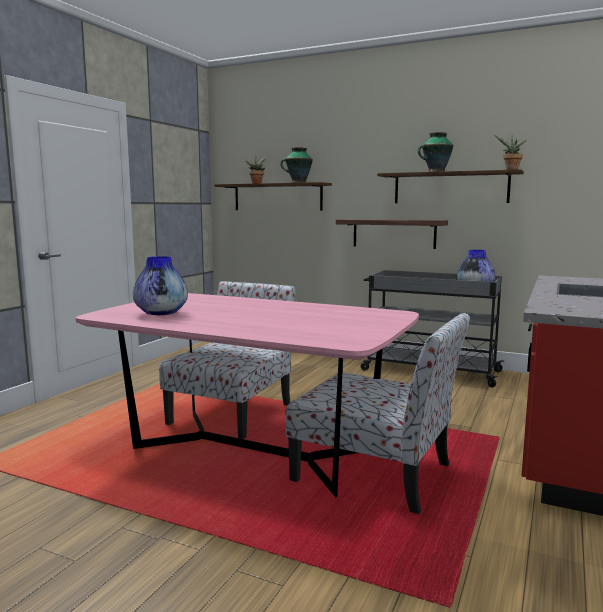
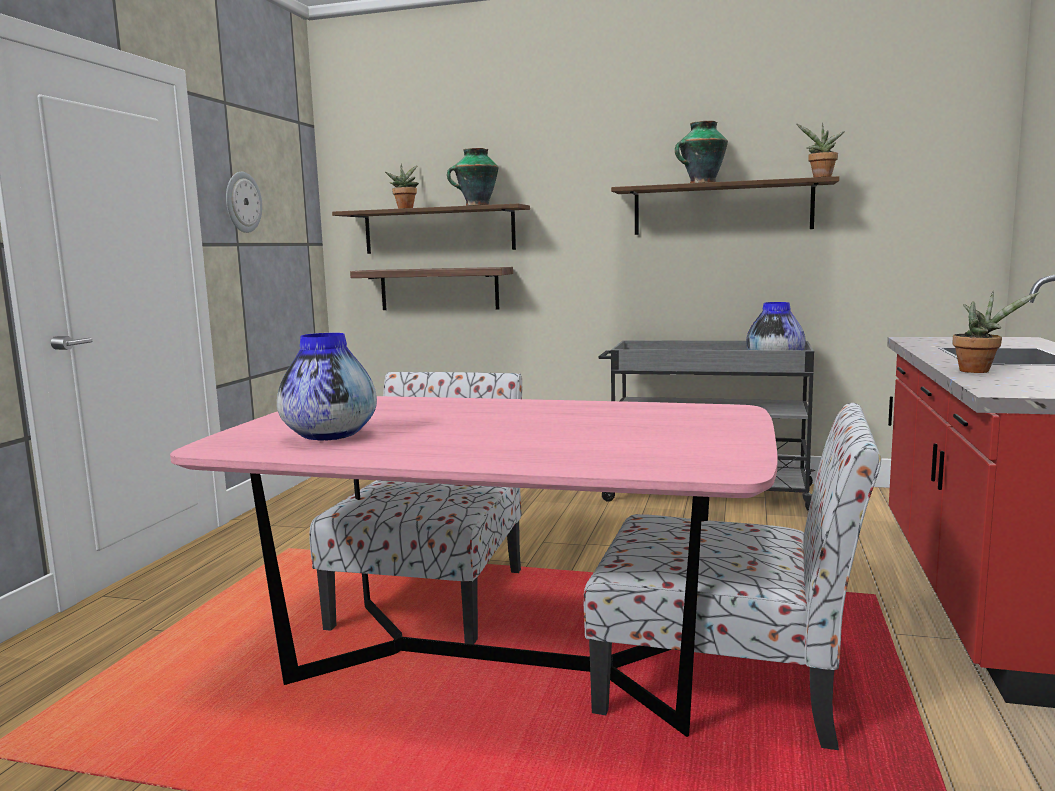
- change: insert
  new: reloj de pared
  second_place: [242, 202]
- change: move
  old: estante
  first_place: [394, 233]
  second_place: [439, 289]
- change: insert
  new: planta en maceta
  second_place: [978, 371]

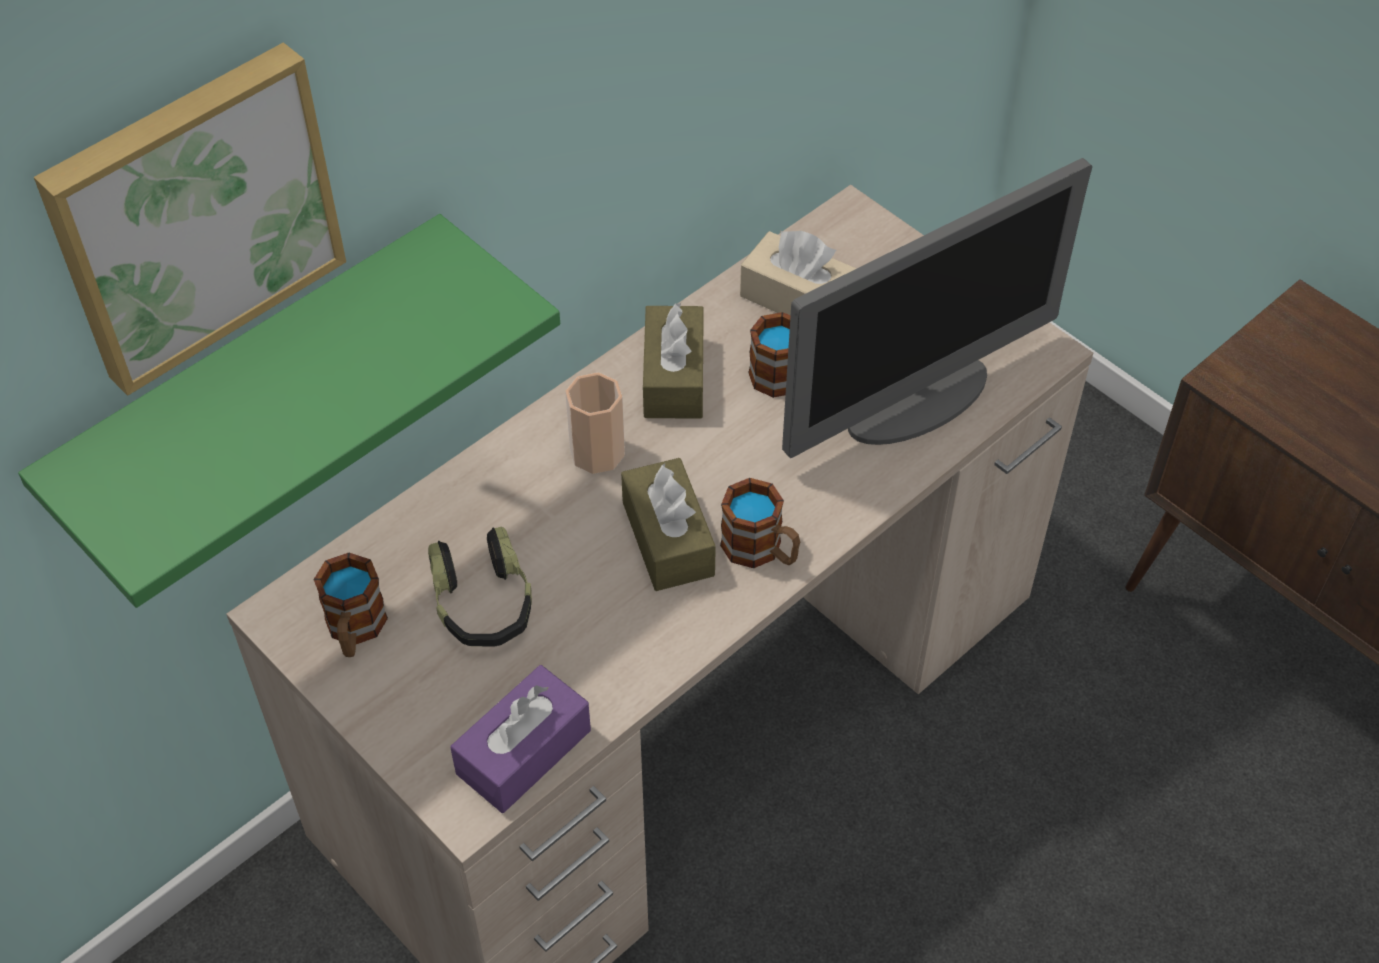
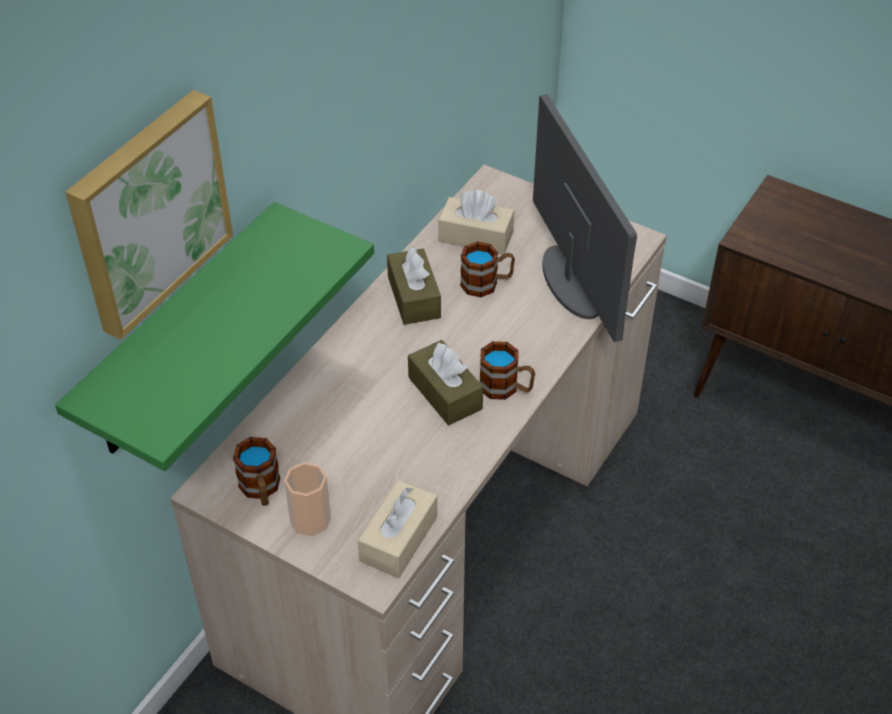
- change: move
  old: taza
  first_place: [597, 452]
  second_place: [310, 520]
- change: recolor
  old: caja de pañuelos (morado)
  new: caja de pañuelos (beis)
  first_place: [523, 752]
  second_place: [399, 538]
- change: rotate
  old: monitor
  first_place: [918, 401]
  second_place: [571, 282]
  degrees: -60
- change: delete
  old: auriculares
  first_place: [483, 604]

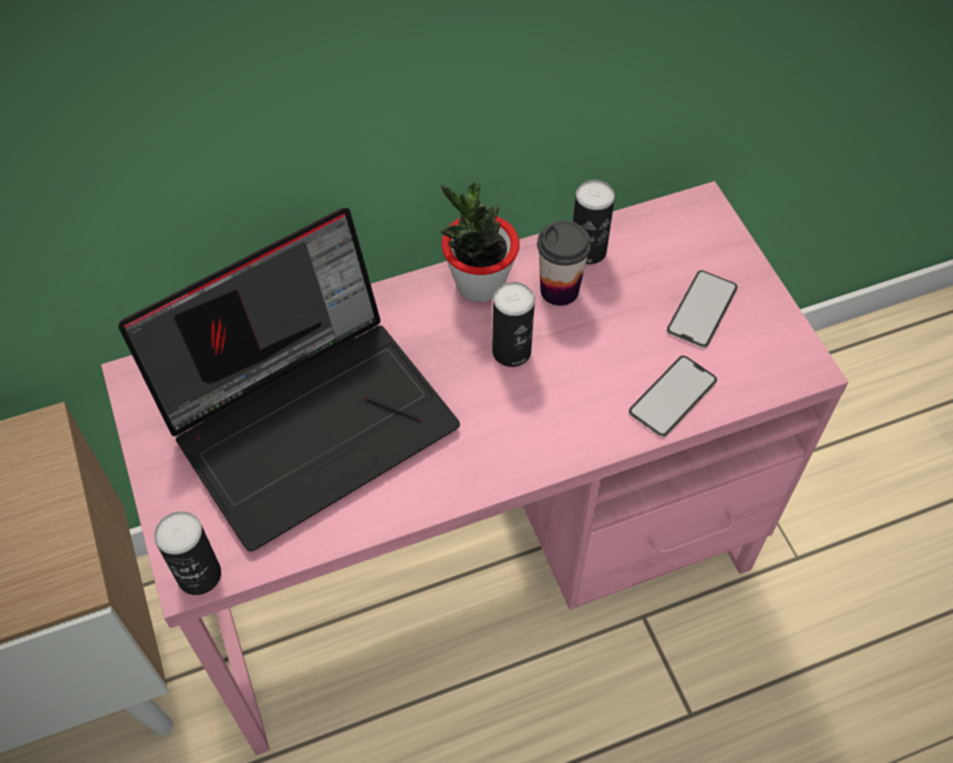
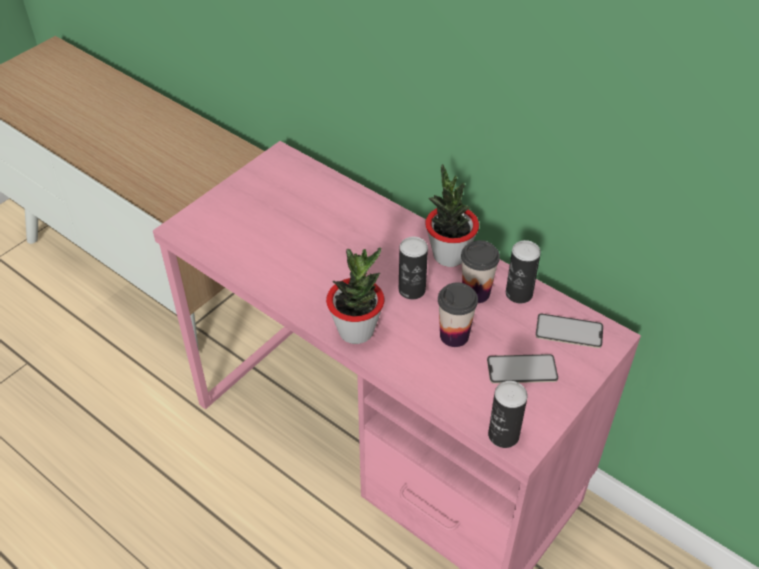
- change: insert
  new: planta en maceta
  second_place: [356, 330]
- change: insert
  new: taza
  second_place: [454, 336]
- change: move
  old: lata
  first_place: [199, 575]
  second_place: [503, 435]
- change: move
  old: móvil
  first_place: [673, 396]
  second_place: [569, 331]
- change: delete
  old: portátil
  first_place: [310, 416]

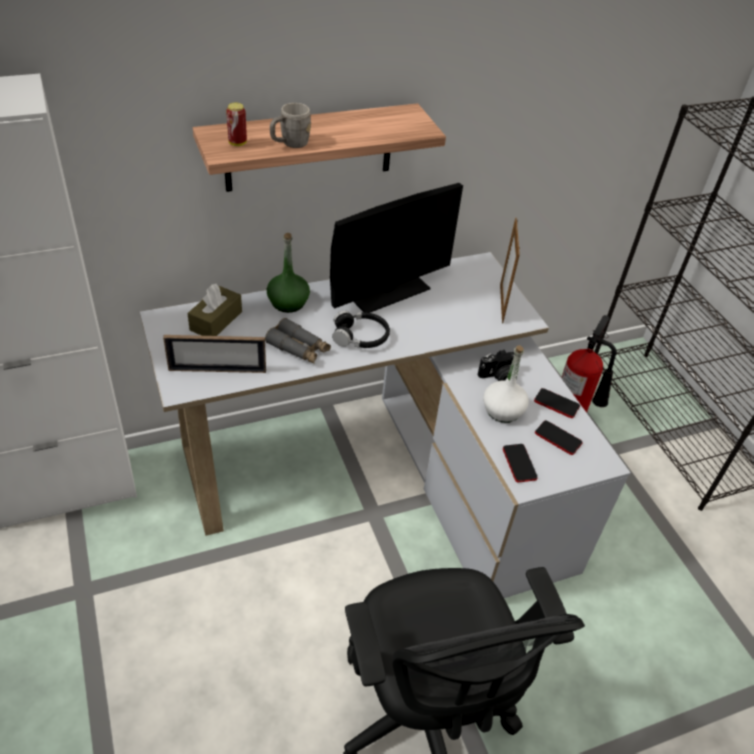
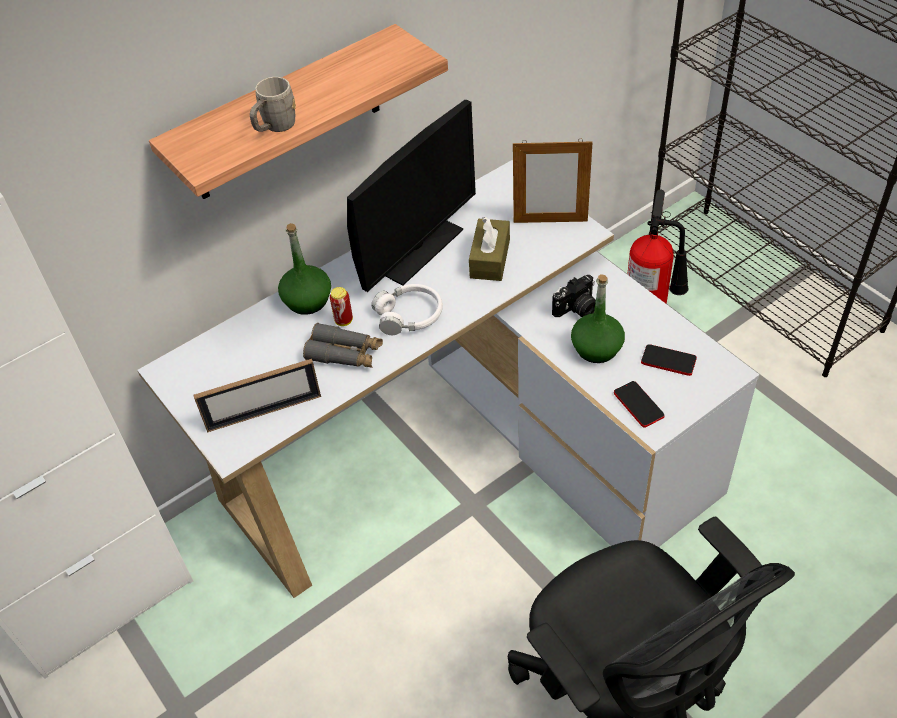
- change: move
  old: lata
  first_place: [237, 143]
  second_place: [343, 320]
- change: recolor
  old: auriculares (negro)
  new: auriculares (blanco)
  first_place: [360, 337]
  second_place: [409, 316]
- change: move
  old: caja de pañuelos (marrón)
  first_place: [216, 321]
  second_place: [490, 259]
- change: rotate
  old: portarretratos
  first_place: [501, 303]
  second_place: [550, 221]
  degrees: -75
- change: recolor
  old: botella (blanco)
  new: botella (verde)
  first_place: [503, 410]
  second_place: [597, 348]
- change: delete
  old: móvil
  first_place: [556, 404]

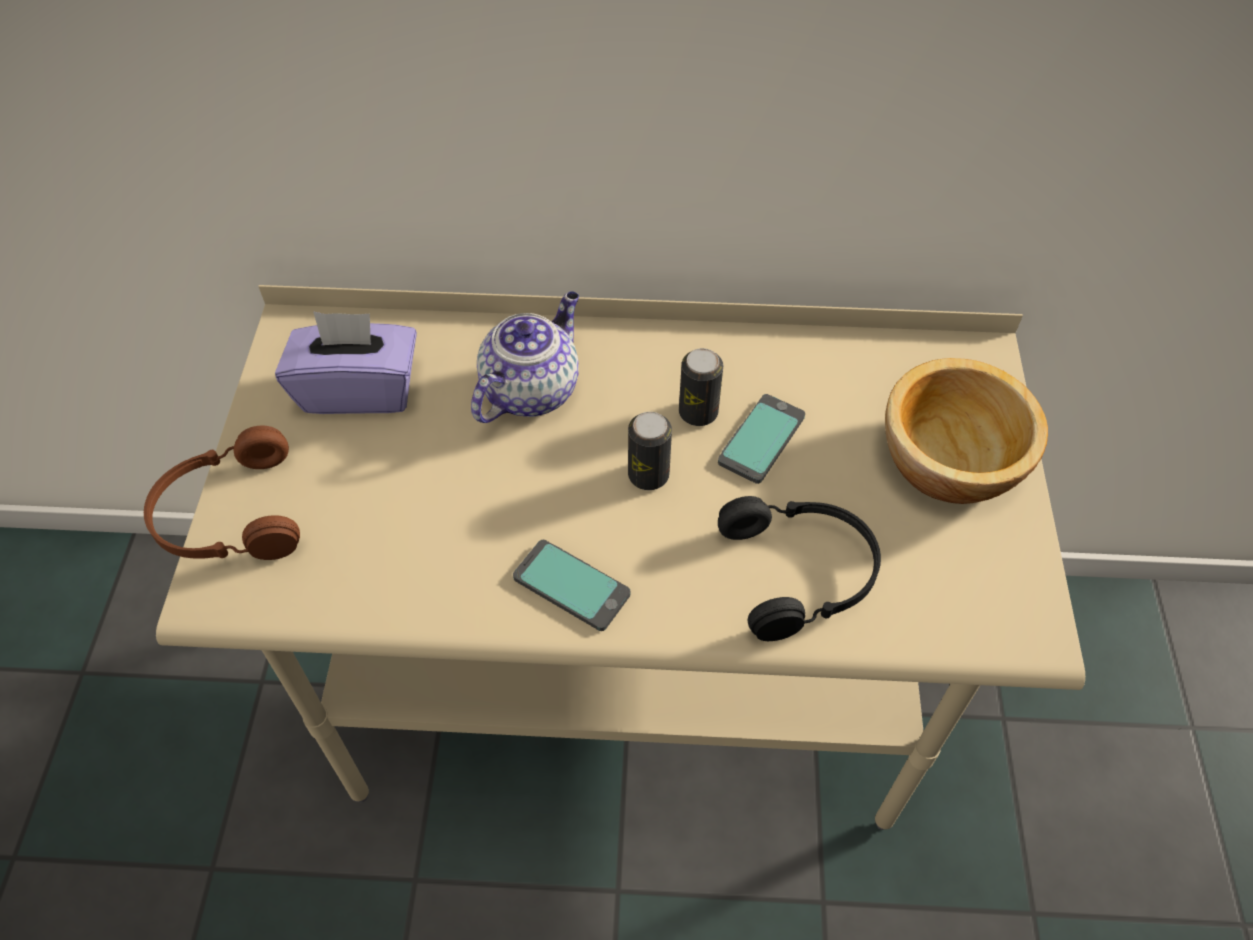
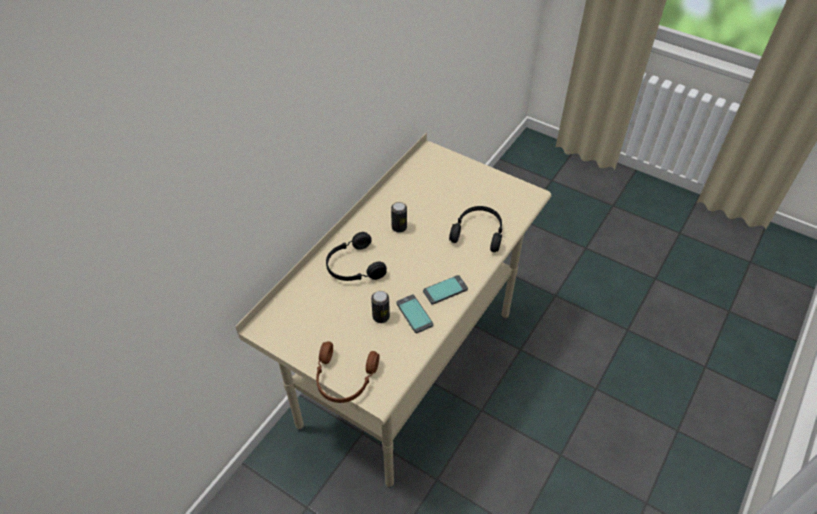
- change: replace
  old: tetera
  new: auriculares (negro)
  first_place: [531, 389]
  second_place: [353, 267]
- change: move
  old: lata
  first_place: [648, 475]
  second_place: [381, 317]
- change: move
  old: móvil
  first_place: [761, 439]
  second_place: [414, 314]
- change: delete
  old: caja de pañuelos (morado)
  first_place: [359, 389]
- change: delete
  old: cuenco
  first_place: [952, 462]

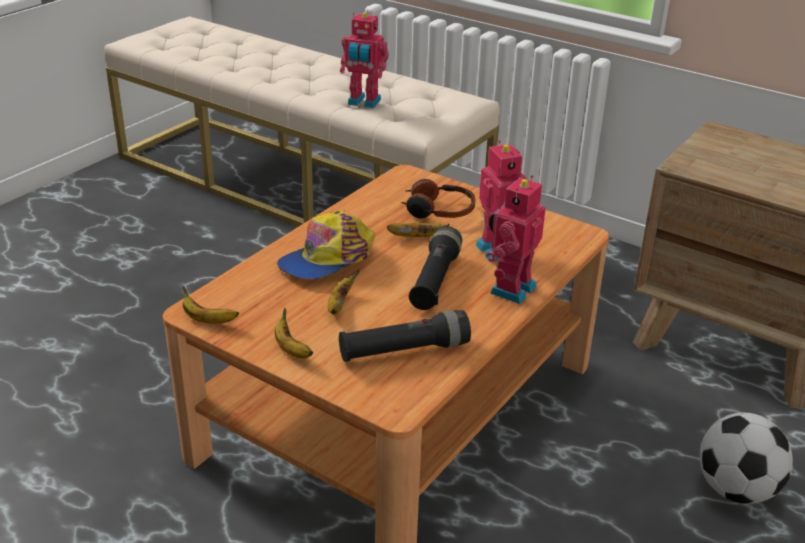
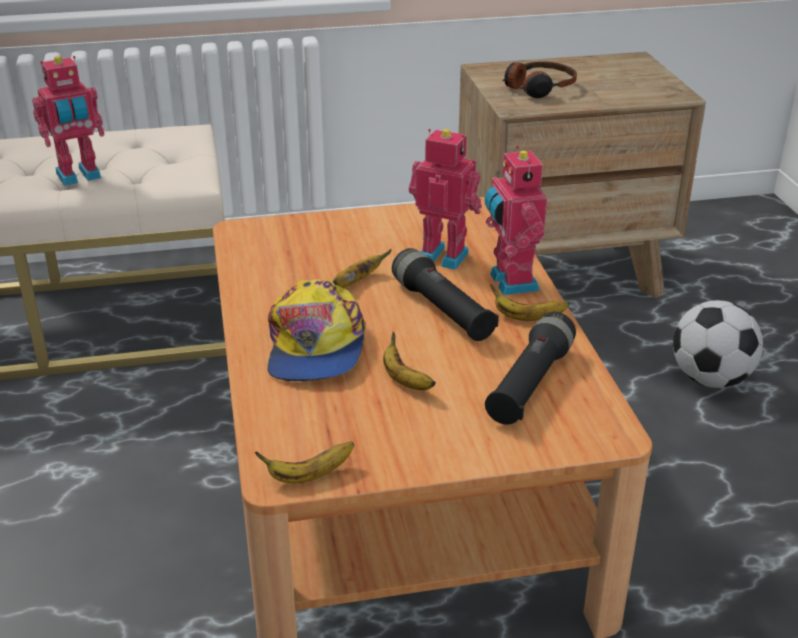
- change: move
  old: plátano
  first_place: [291, 349]
  second_place: [527, 318]
- change: move
  old: auriculares
  first_place: [438, 210]
  second_place: [538, 88]

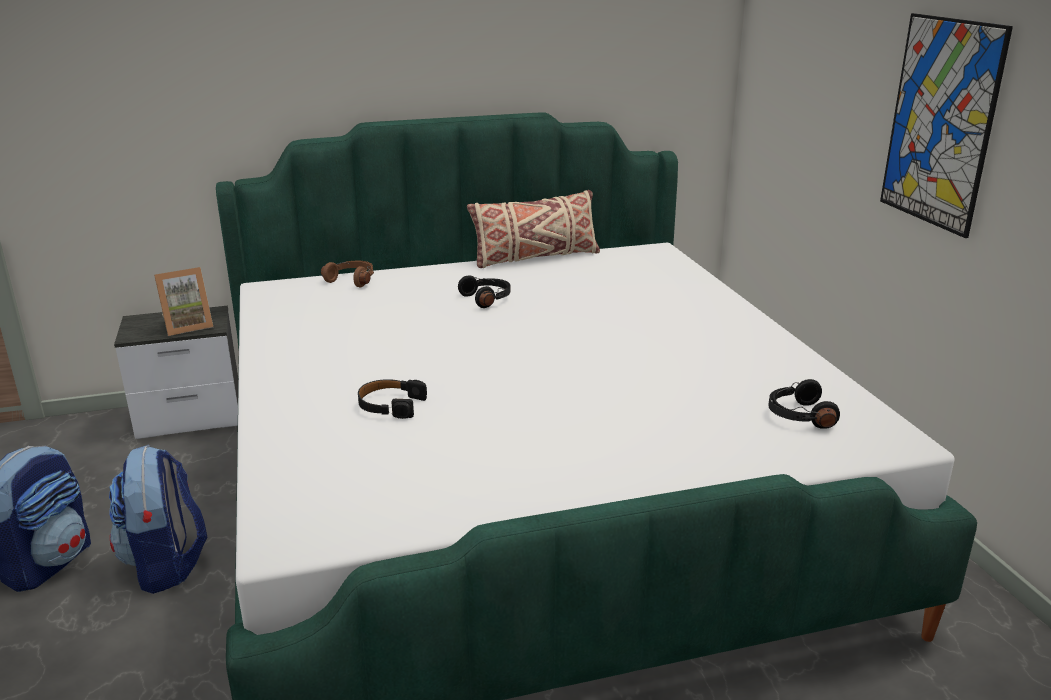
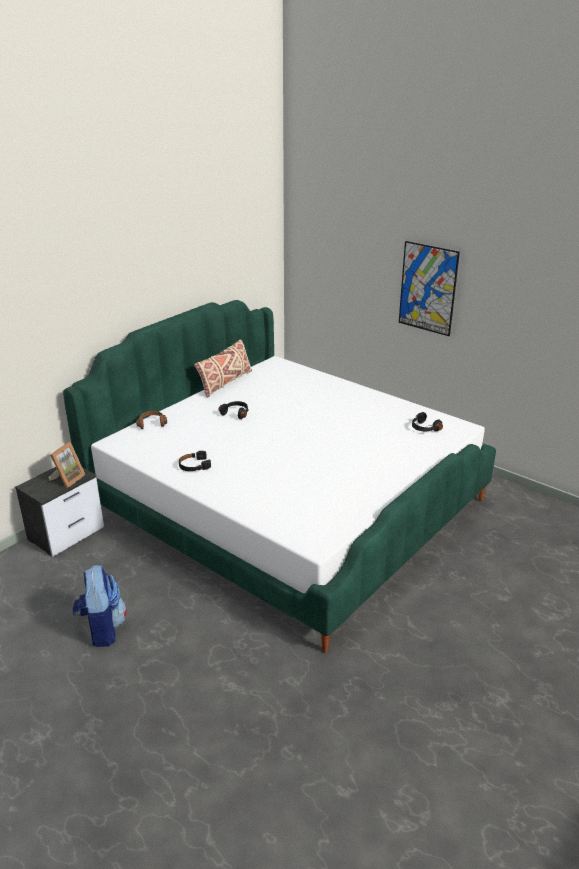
- change: move
  old: auriculares (negro)
  first_place: [390, 405]
  second_place: [194, 465]
- change: delete
  old: mochila
  first_place: [166, 565]

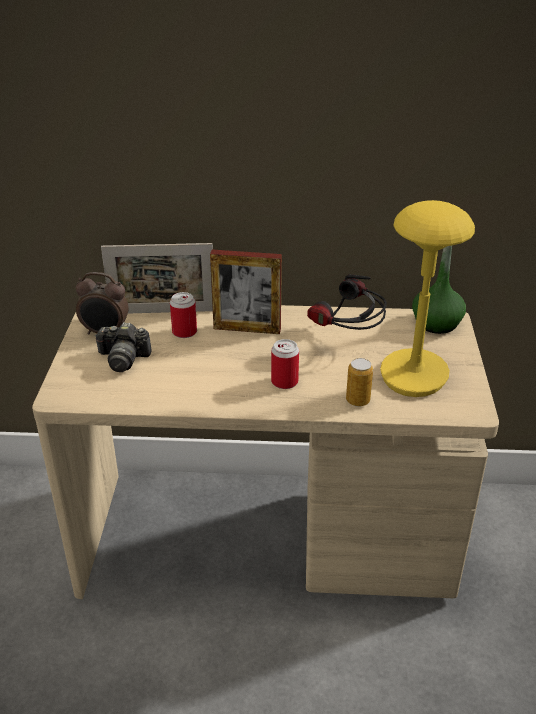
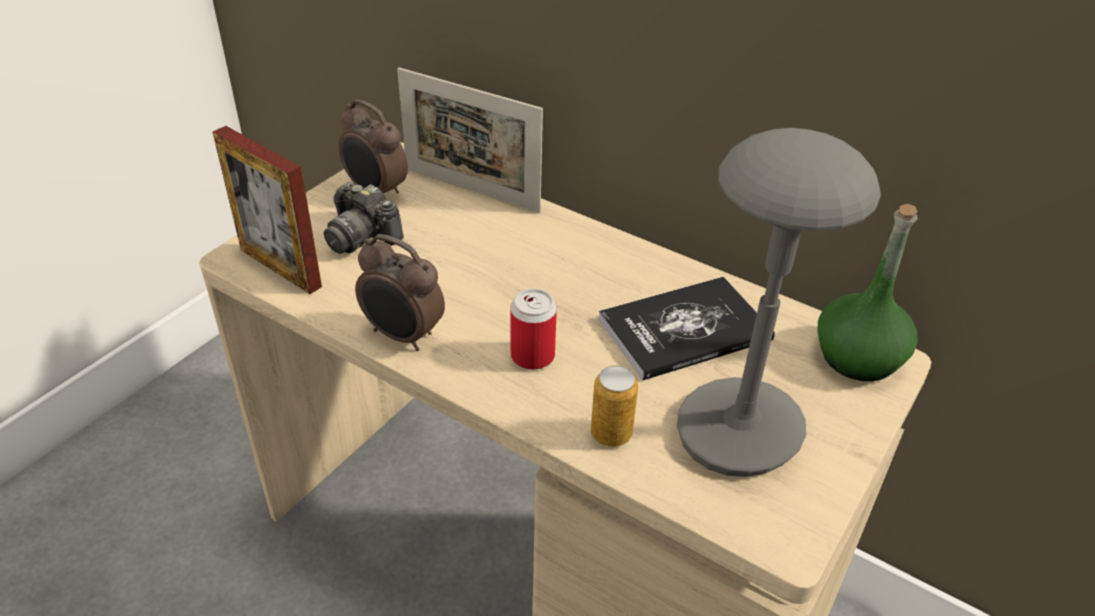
- change: move
  old: portarretratos
  first_place: [247, 329]
  second_place: [280, 268]
- change: insert
  new: despertador
  second_place: [402, 336]
- change: replace
  old: auriculares
  new: libro
  first_place: [347, 341]
  second_place: [684, 330]
- change: recolor
  old: lámpara de mesa (amarillo)
  new: lámpara de mesa (gris)
  first_place: [413, 375]
  second_place: [739, 430]
- change: delete
  old: lata
  first_place: [184, 332]

